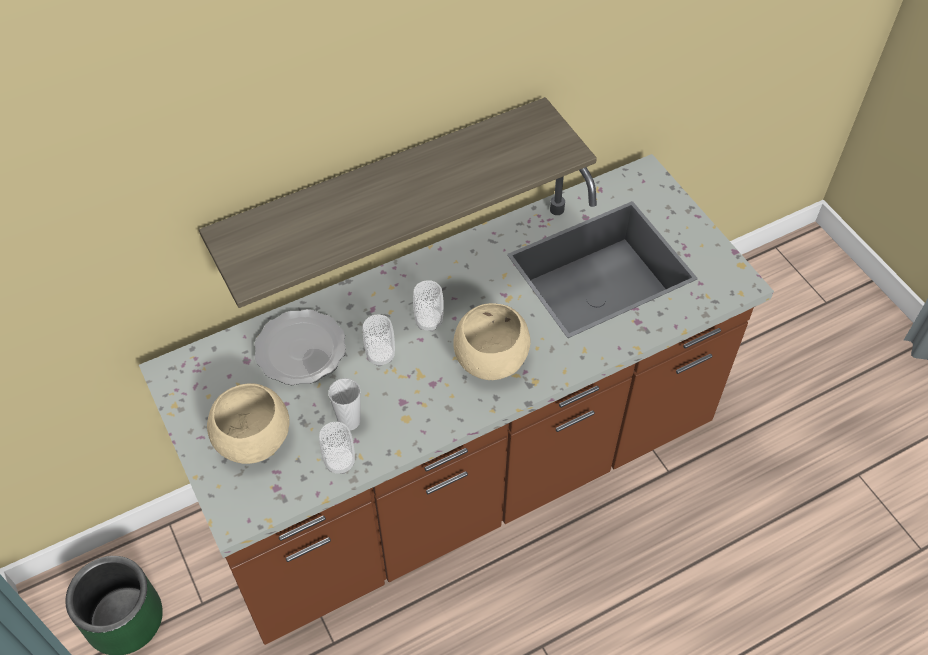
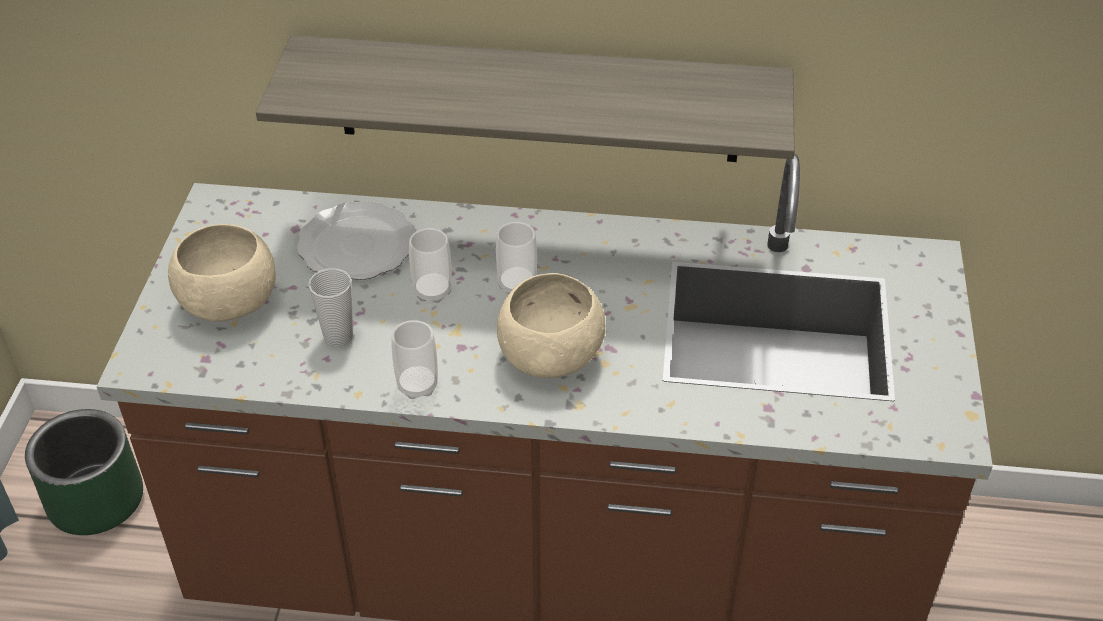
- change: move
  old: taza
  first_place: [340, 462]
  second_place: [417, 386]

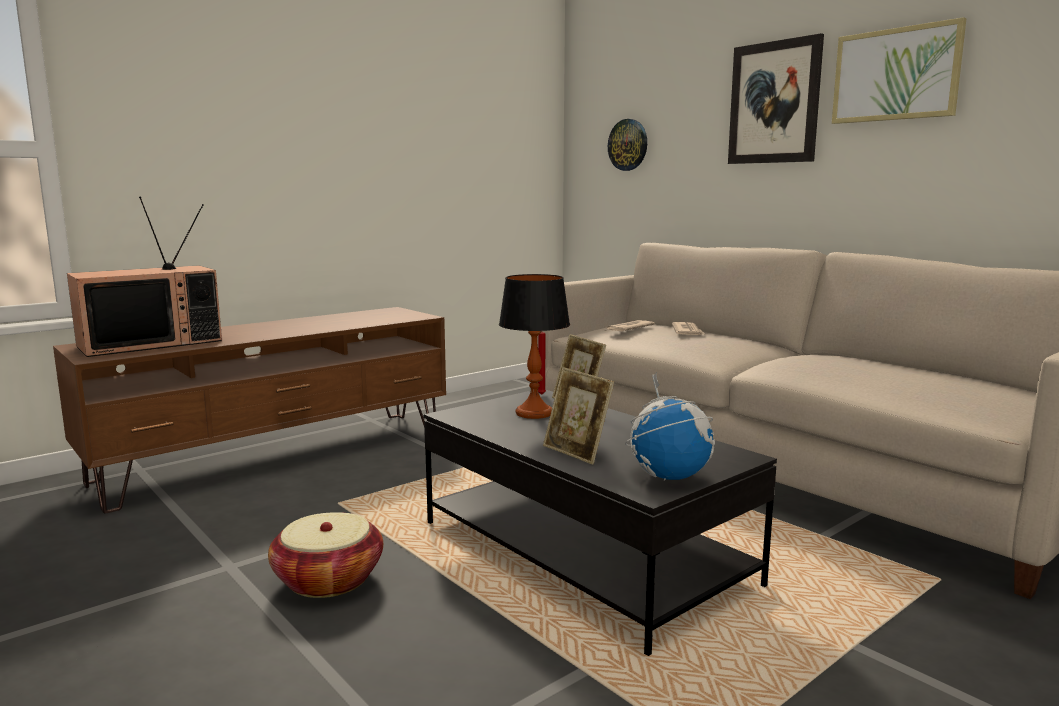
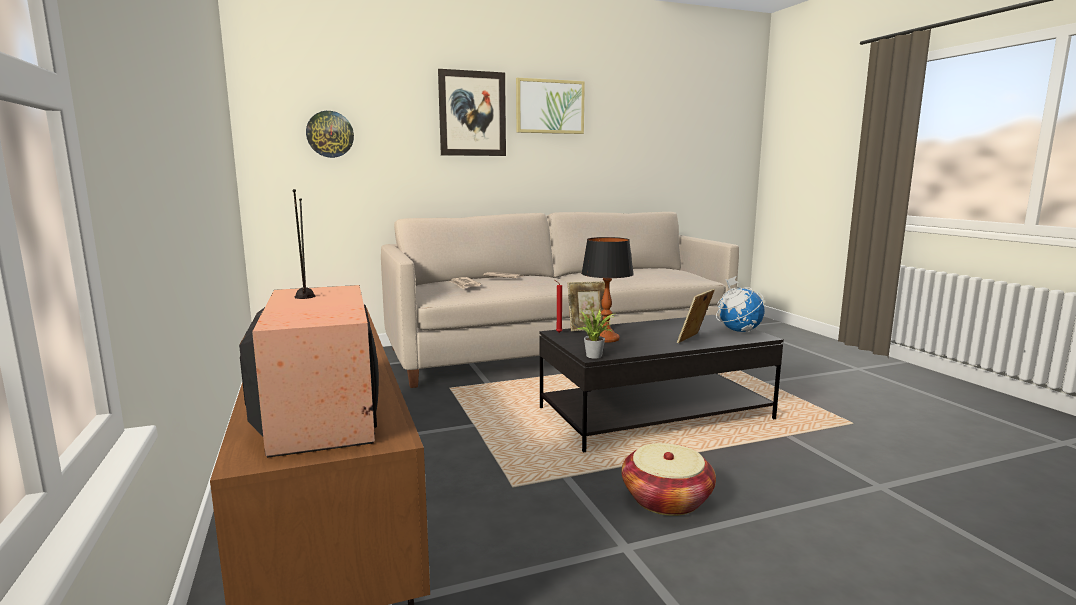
- change: insert
  new: planta en maceta
  second_place: [596, 356]
- change: rotate
  old: portarretratos
  first_place: [576, 452]
  second_place: [694, 340]
  degrees: 150

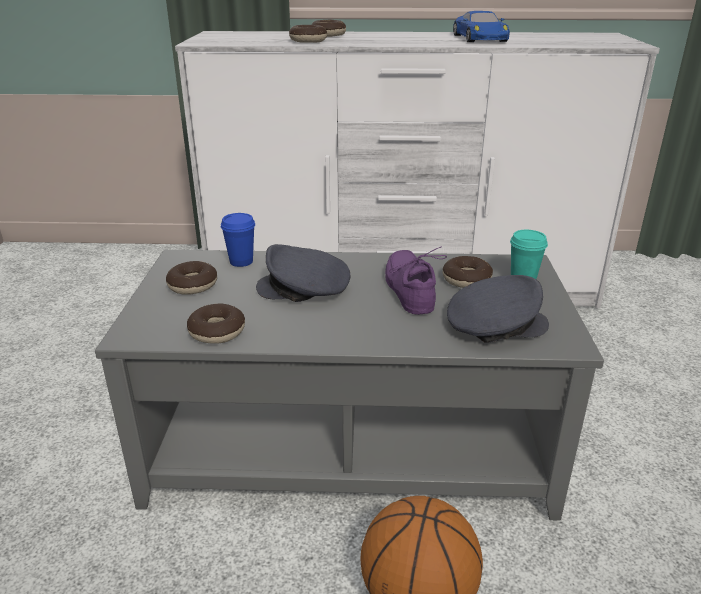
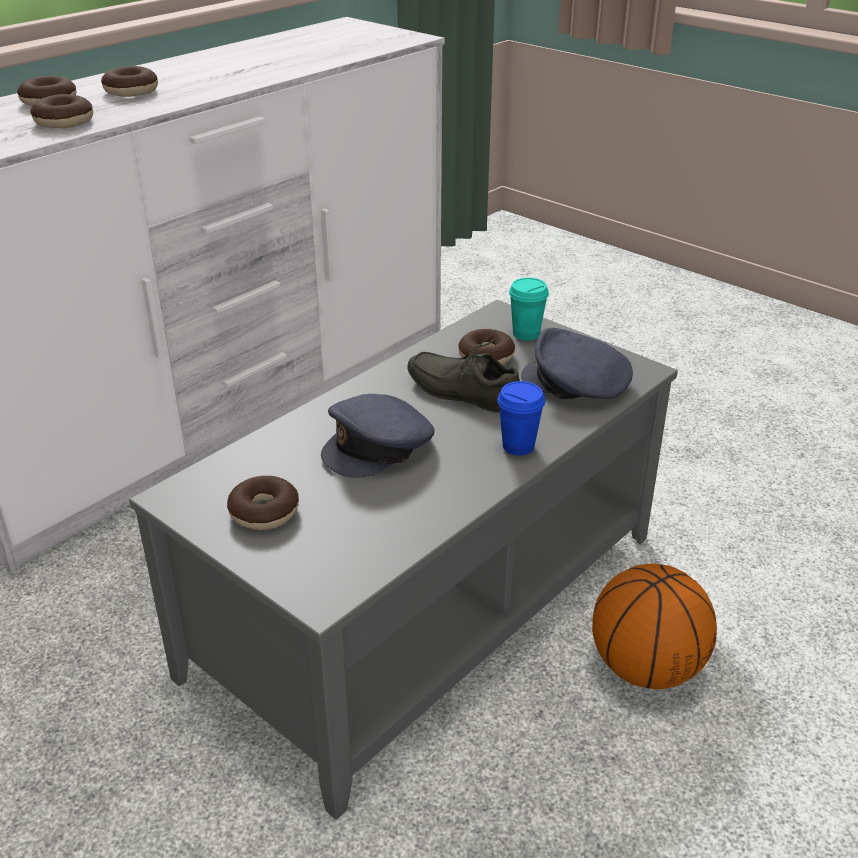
- change: move
  old: rosquilla
  first_place: [217, 331]
  second_place: [131, 91]
- change: recolor
  old: zapato (morado)
  new: zapato (gris)
  first_place: [413, 289]
  second_place: [465, 390]
- change: move
  old: taza (azul)
  first_place: [241, 262]
  second_place: [518, 446]
- change: rotate
  old: gorra (gris)
  first_place: [494, 325]
  second_place: [575, 385]
  degrees: -90
- change: delete
  old: coche de juguete (azul)
  first_place: [479, 38]

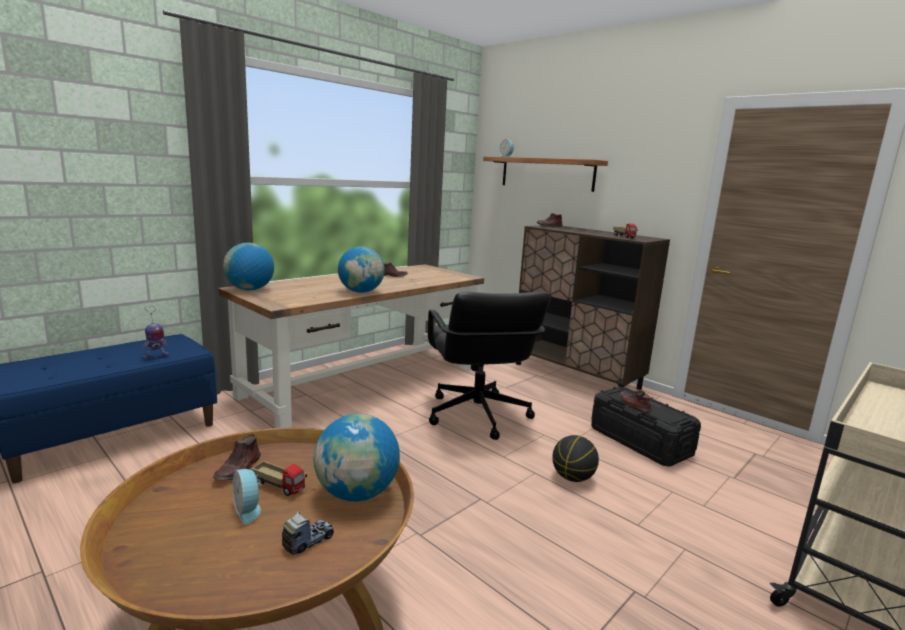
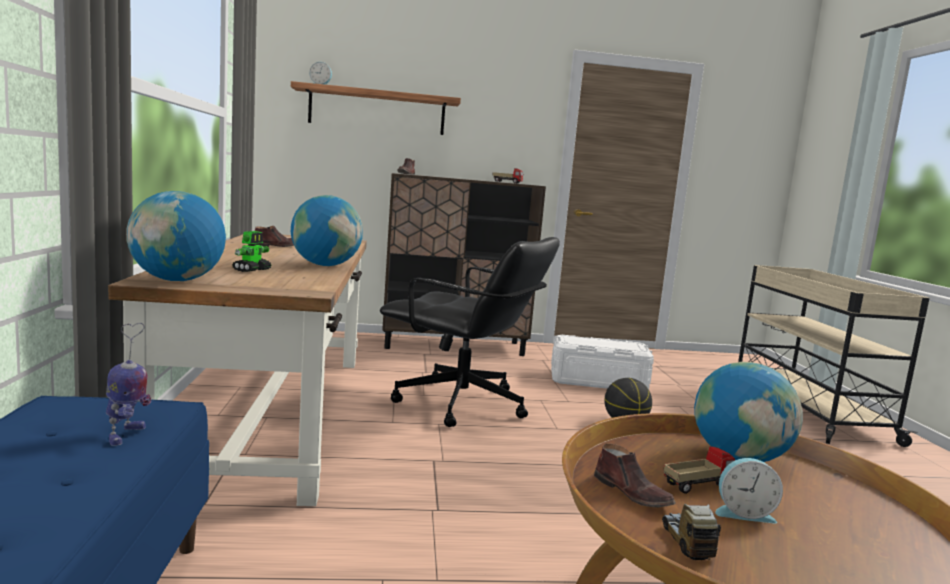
- change: insert
  new: robot de juguete
  second_place: [252, 270]
- change: recolor
  old: caja de almacenaje (negro)
  new: caja de almacenaje (blanco)
  first_place: [640, 441]
  second_place: [598, 381]
- change: move
  old: camión de juguete
  first_place: [308, 541]
  second_place: [687, 542]
- change: delete
  old: zapato (marrón)
  first_place: [634, 405]

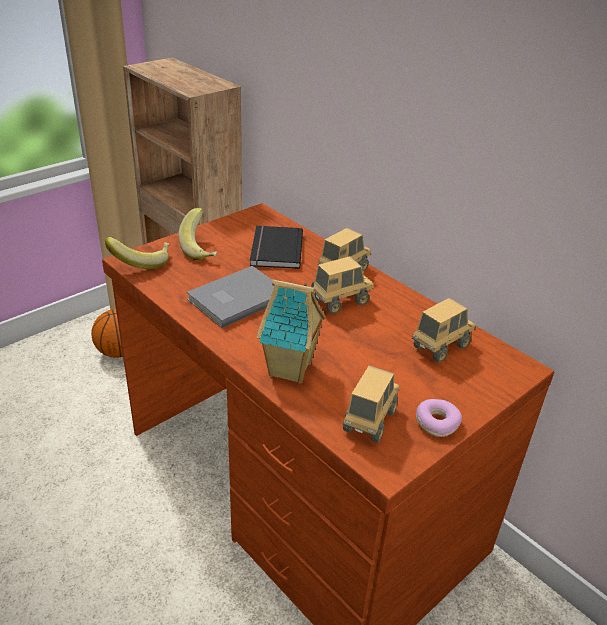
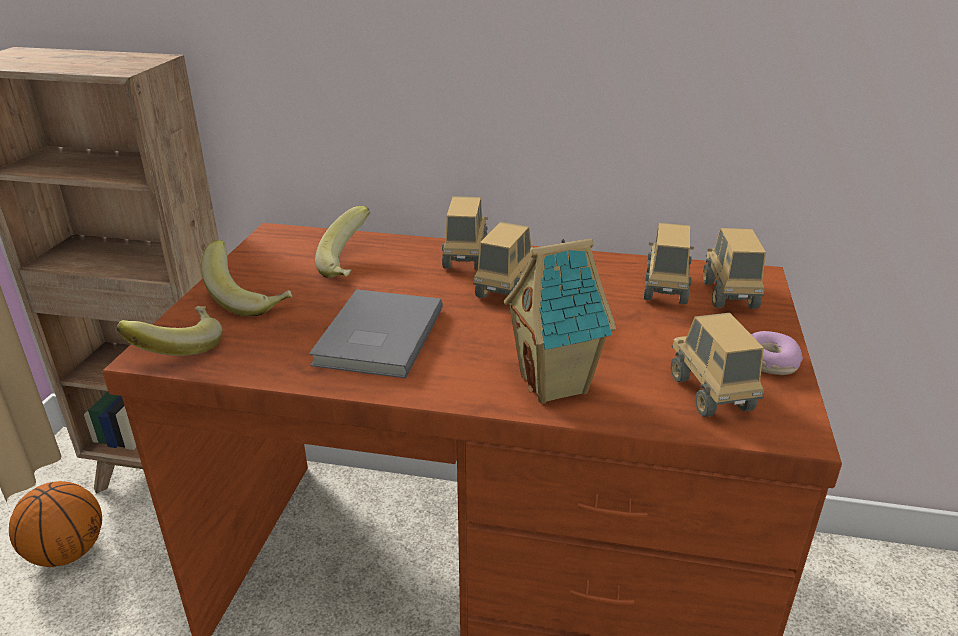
- change: replace
  old: libro (negro)
  new: plátano
  first_place: [274, 250]
  second_place: [351, 266]
- change: insert
  new: camión de juguete
  second_place: [729, 295]

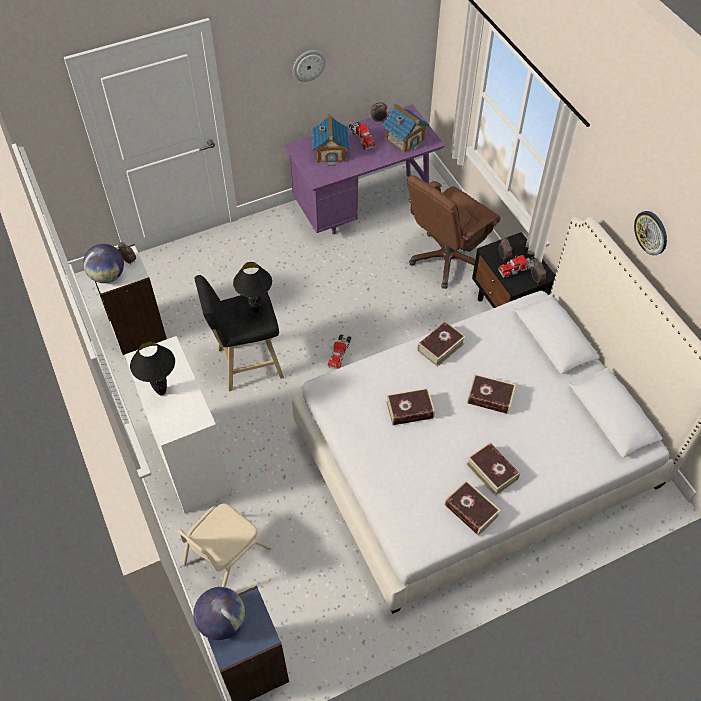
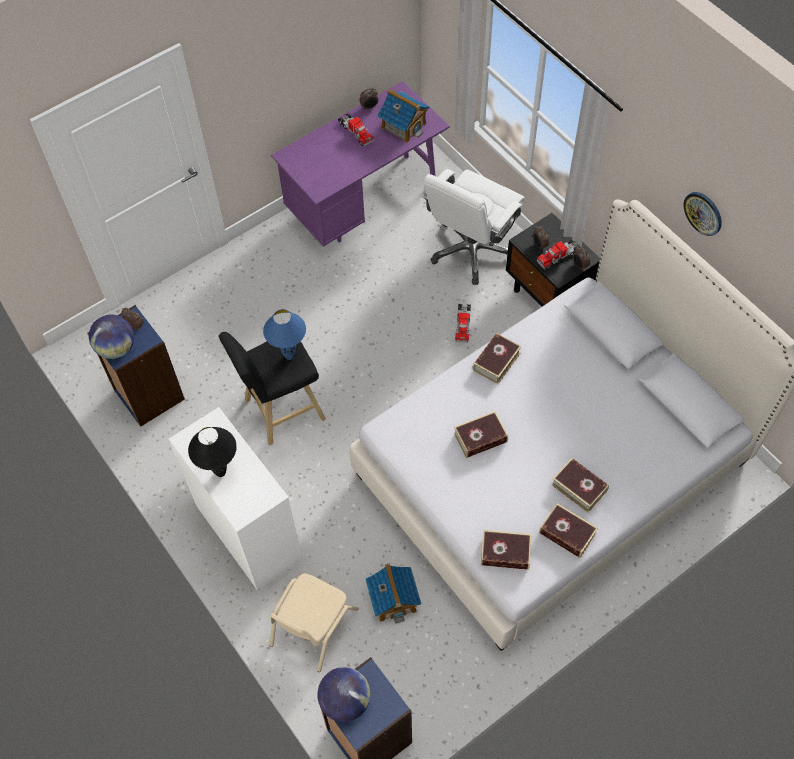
- change: recolor
  old: estantería (blanco)
  new: estantería (azul)
  first_place: [137, 330]
  second_place: [148, 395]
- change: recolor
  old: lámpara de mesa (negro)
  new: lámpara de mesa (azul)
  first_place: [256, 310]
  second_place: [289, 356]
- change: move
  old: casita
  first_place: [331, 152]
  second_place: [393, 599]
- change: recolor
  old: silla de oficina (marrón)
  new: silla de oficina (blanco)
  first_place: [447, 260]
  second_place: [471, 250]
- change: move
  old: camión de juguete
  first_place: [339, 353]
  second_place: [463, 324]
- change: move
  old: libro
  first_place: [490, 397]
  second_place: [505, 552]
- change: delete
  old: reloj de pared
  first_place: [308, 65]

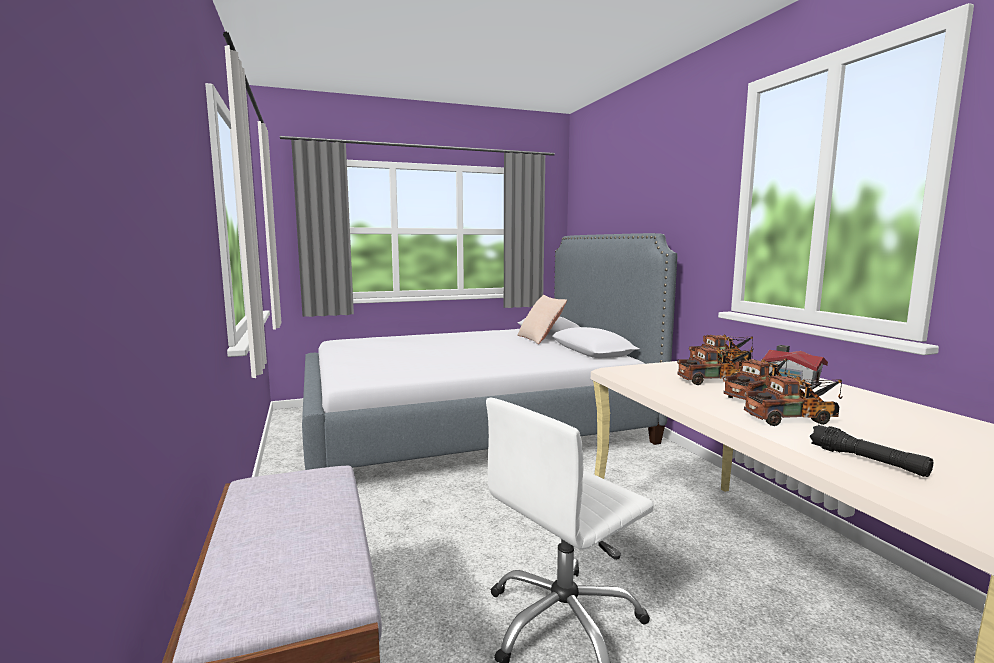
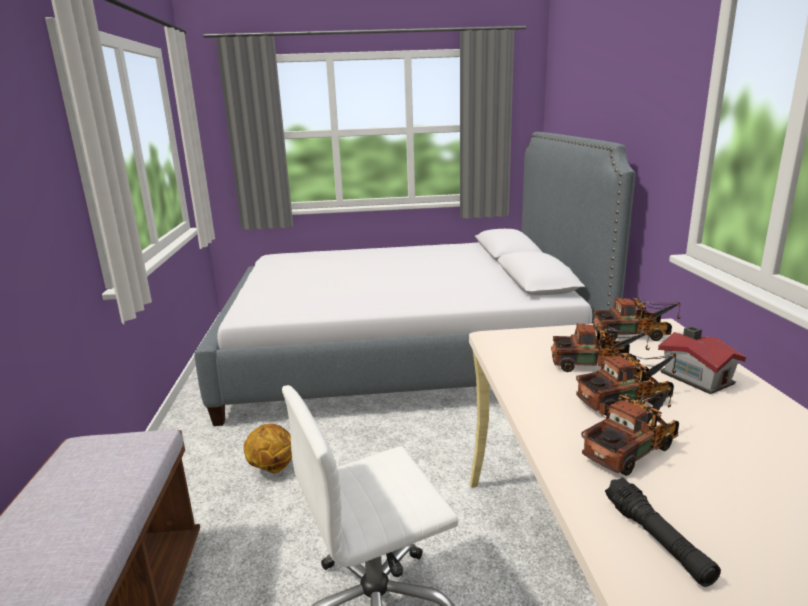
- change: insert
  new: balón de baloncesto
  second_place: [271, 468]
- change: rotate
  old: camión de juguete
  first_place: [795, 419]
  second_place: [634, 448]
  degrees: -45
- change: delete
  old: cojín (beis)
  first_place: [540, 339]

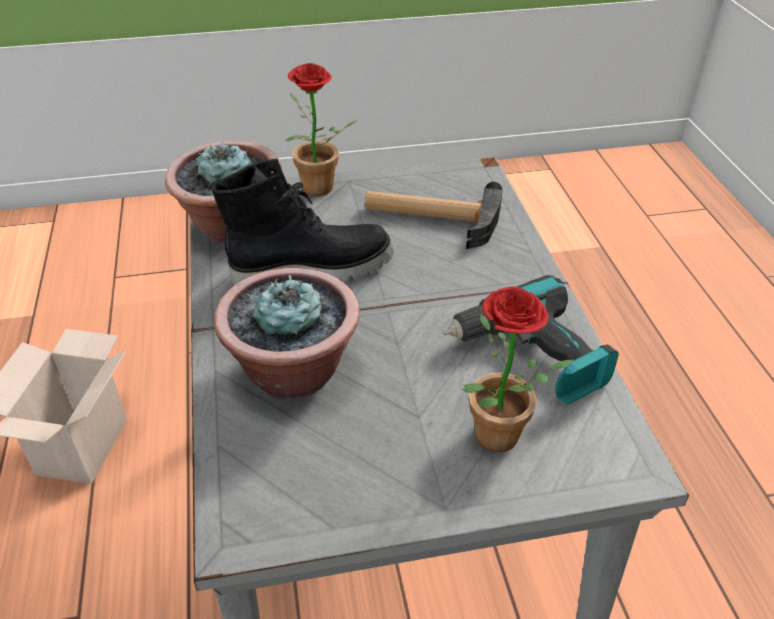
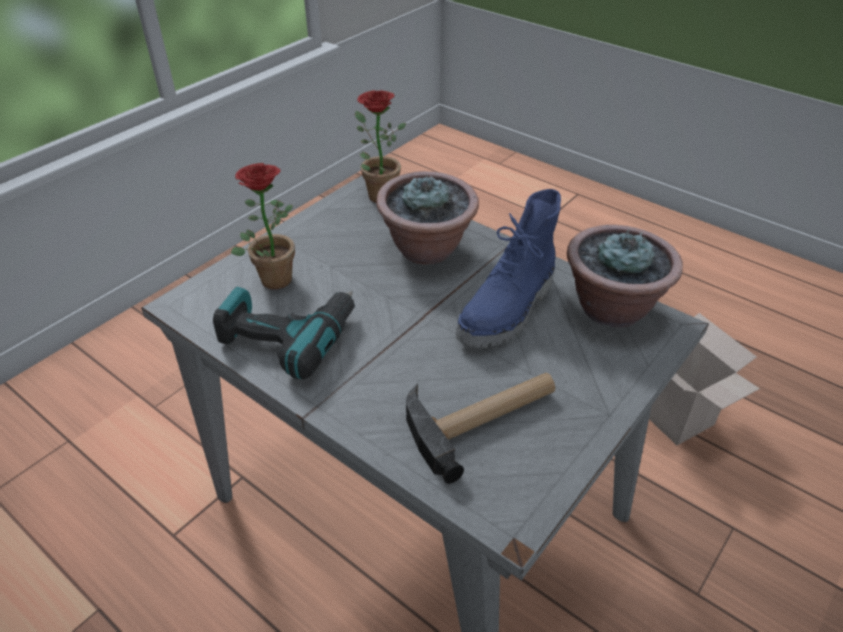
- change: move
  old: planta en maceta
  first_place: [318, 191]
  second_place: [377, 194]
- change: recolor
  old: bota (negro)
  new: bota (azul)
  first_place: [312, 268]
  second_place: [508, 312]

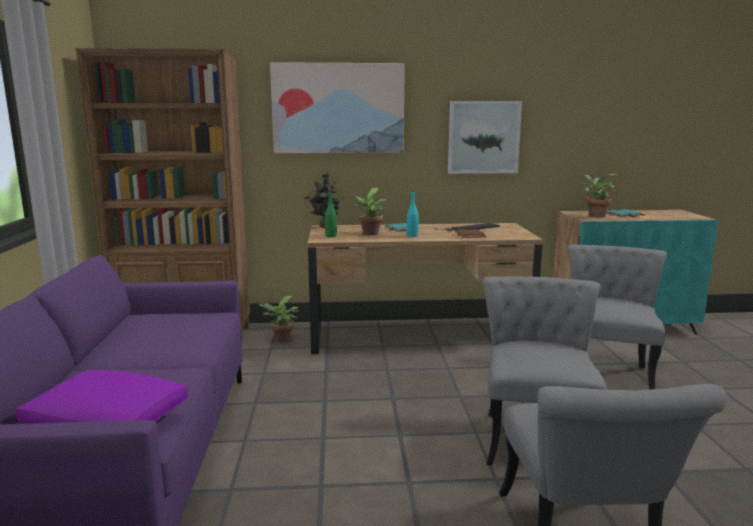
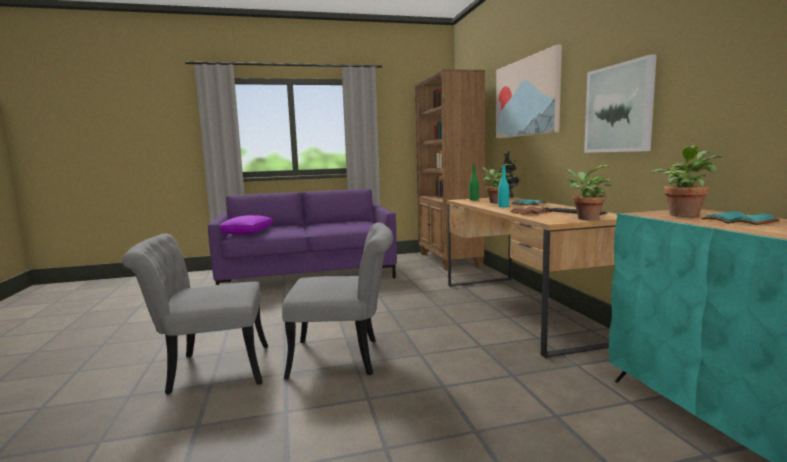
- change: move
  old: planta en maceta
  first_place: [281, 339]
  second_place: [585, 218]
- change: delete
  old: silla (gris)
  first_place: [606, 373]

